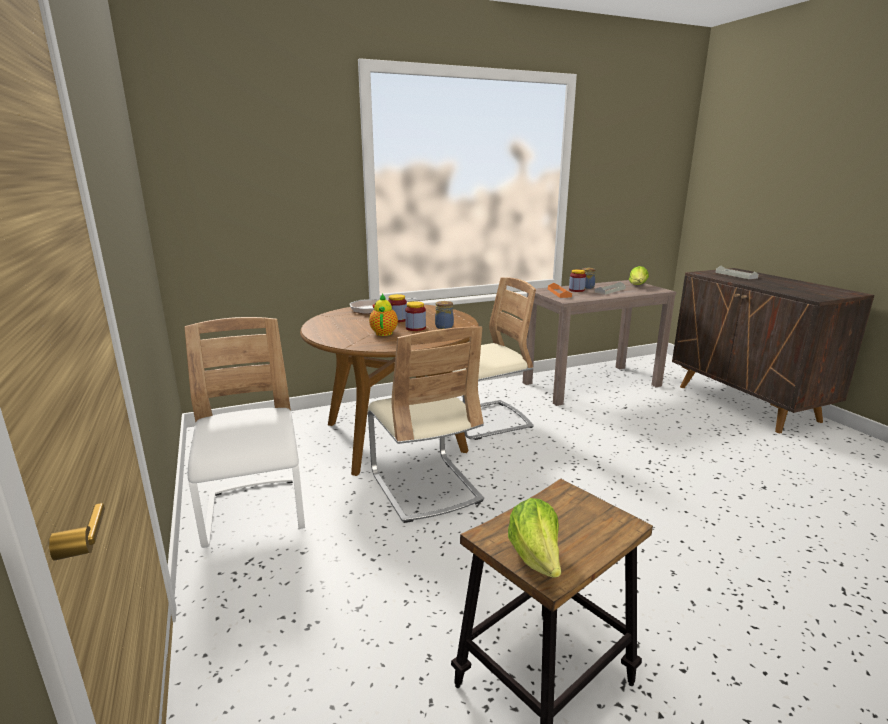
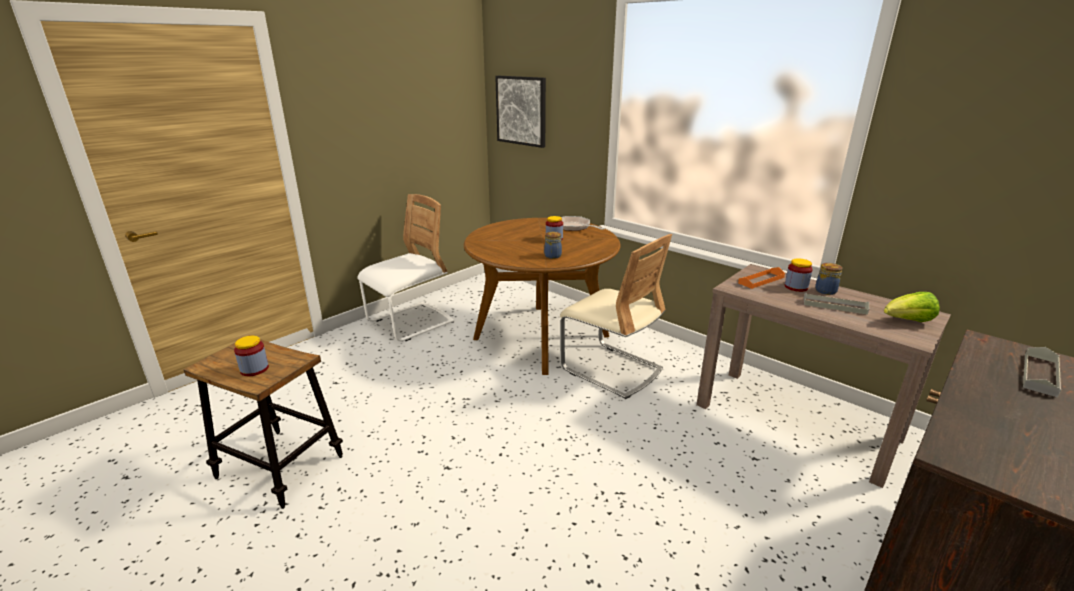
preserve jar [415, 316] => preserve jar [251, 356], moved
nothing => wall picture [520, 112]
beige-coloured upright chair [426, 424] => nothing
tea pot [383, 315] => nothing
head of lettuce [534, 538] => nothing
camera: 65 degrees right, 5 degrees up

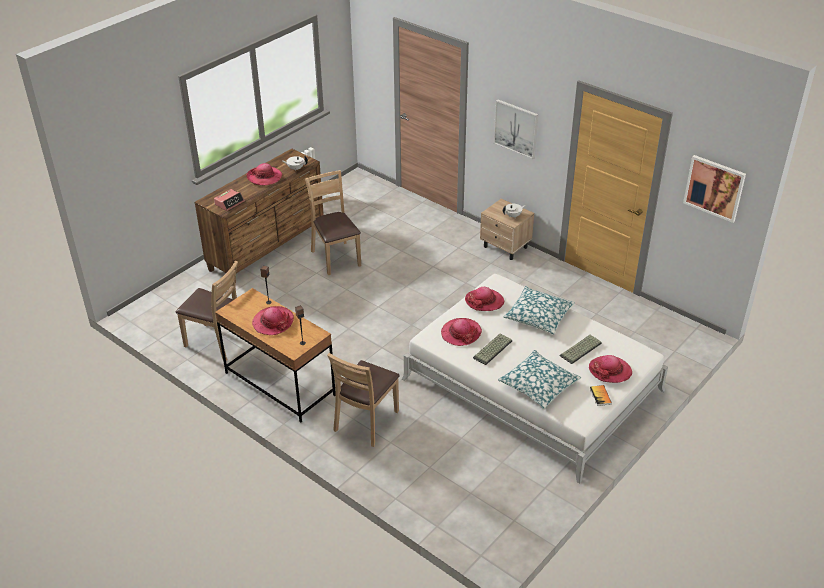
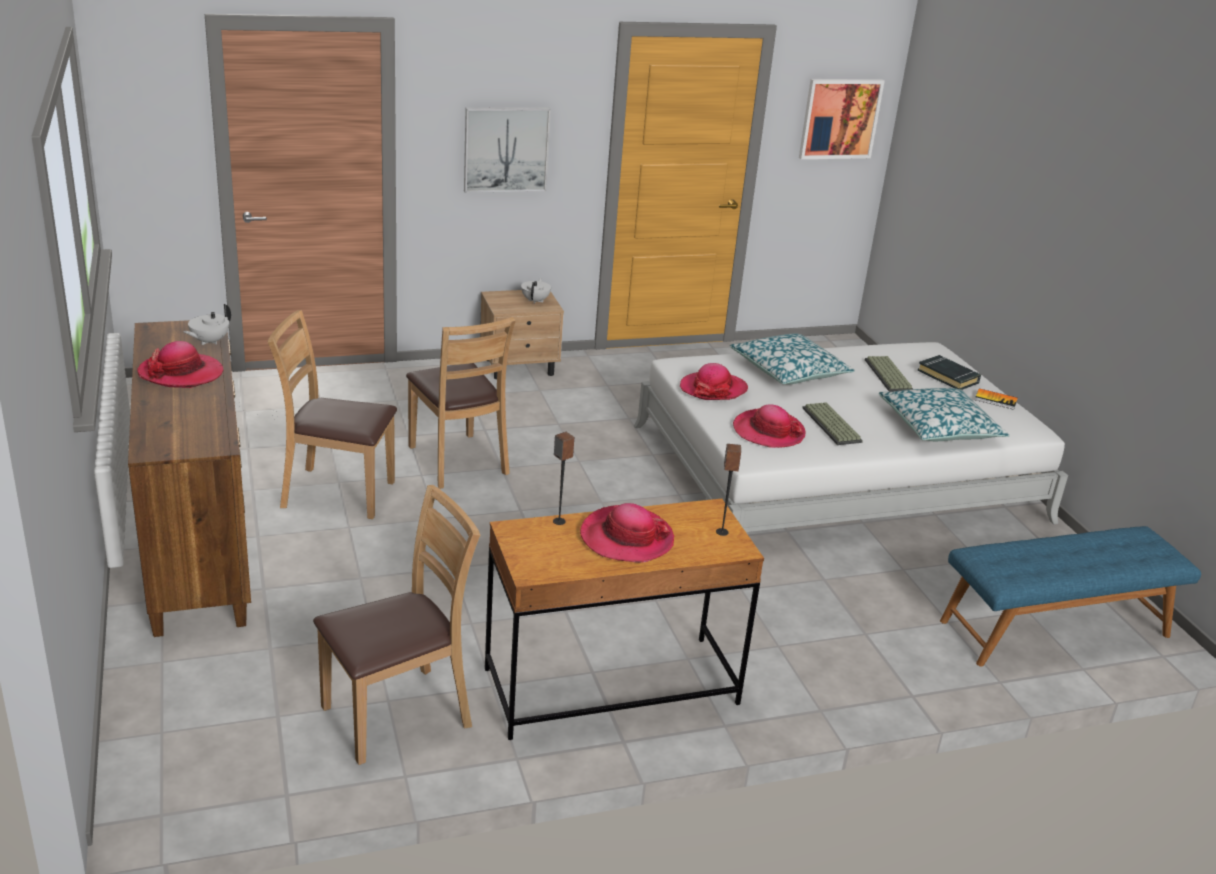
brown upright chair [363, 400] => brown upright chair [461, 403], moved
hat [610, 369] => black book [949, 372]
nothing => bluish indoor bench [1070, 596]
bedside clock [229, 200] => nothing
camera: 60 degrees left, 10 degrees down

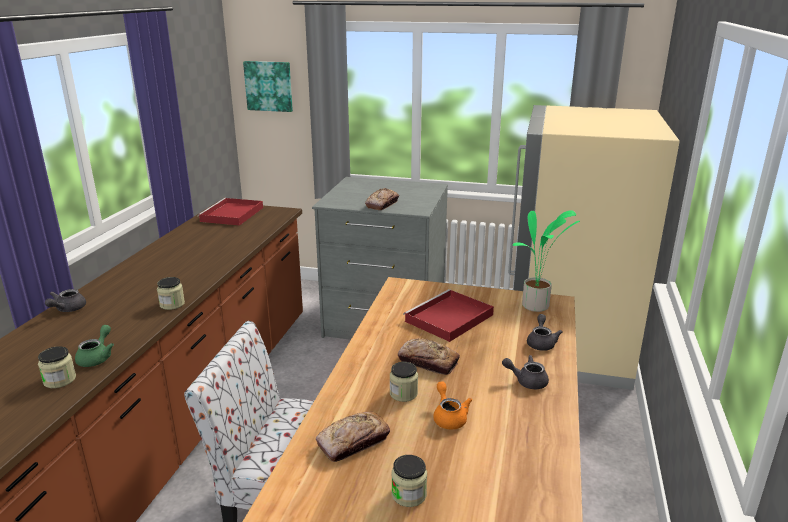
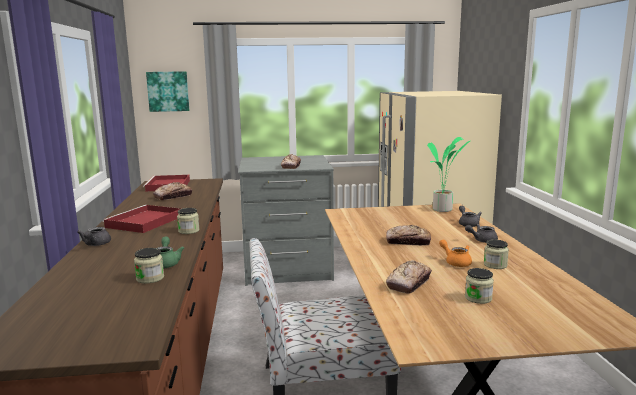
red serving tray [448, 315] => red serving tray [141, 219], moved
nothing => bakery bread [172, 191]
preserve jar [404, 382] => preserve jar [496, 254], moved
camera: 20 degrees left, 10 degrees down

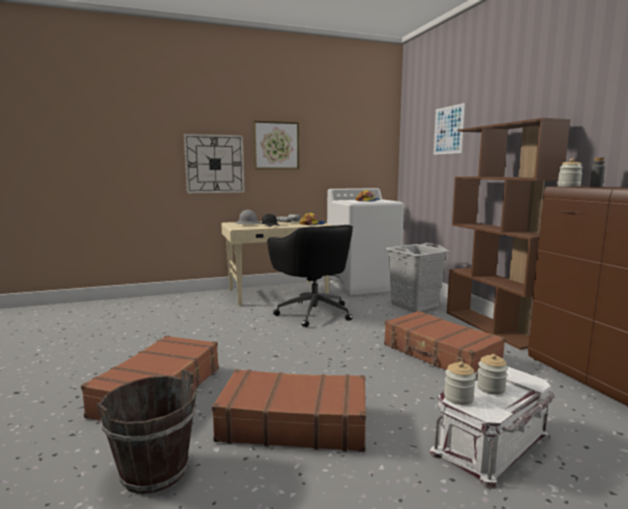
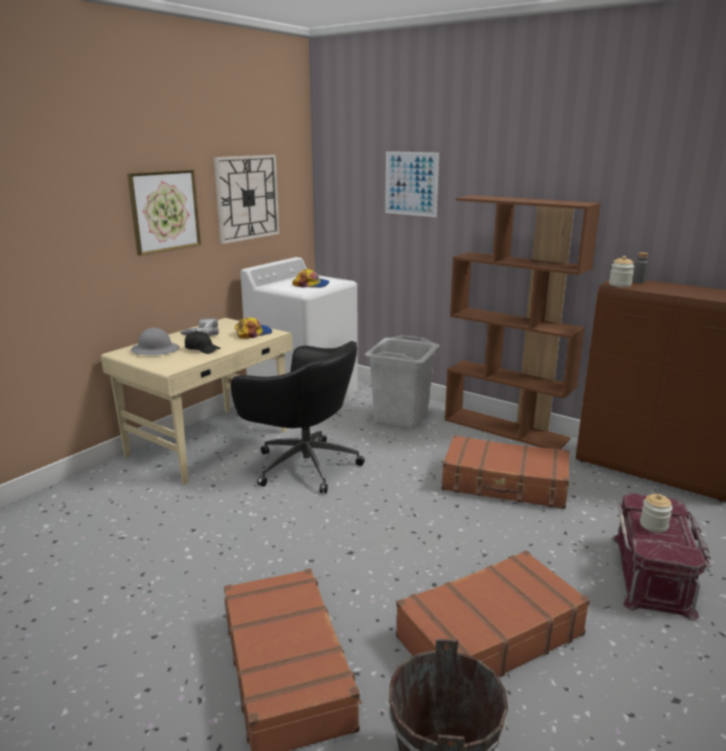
wall clock [214, 163] => wall clock [246, 199], moved
white-coloured storage container [492, 427] => red storage container [662, 557]
preserve jar [460, 383] => nothing
camera: 35 degrees left, 10 degrees up

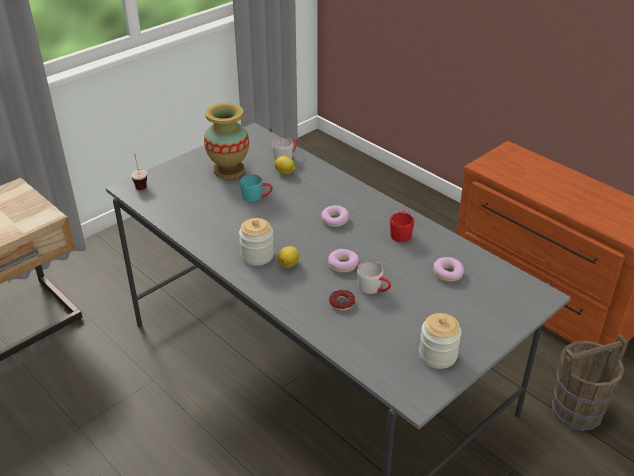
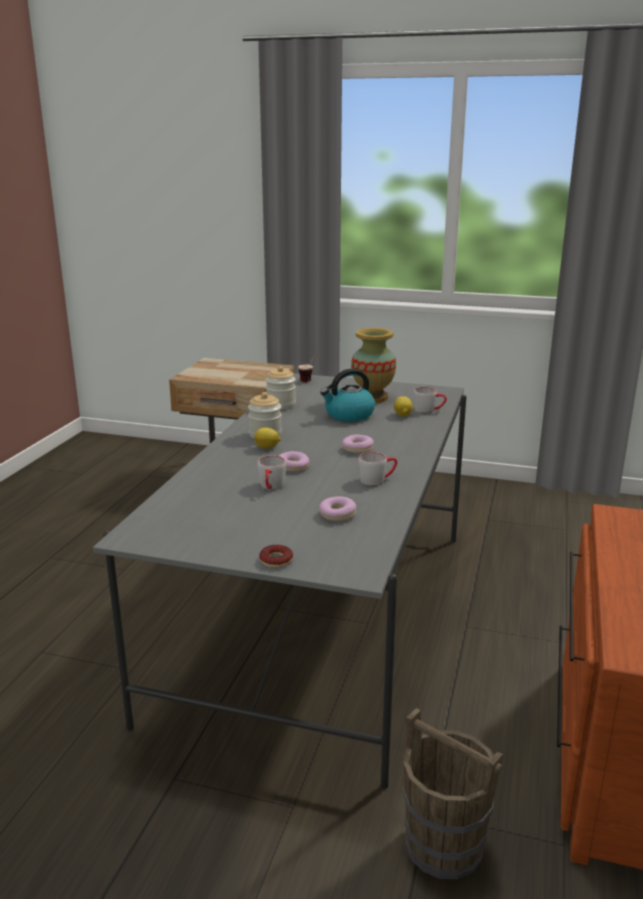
doughnut [342, 300] => doughnut [276, 556], moved
preserve jar [440, 341] => preserve jar [280, 388], moved
blue-green mug [256, 188] => water kettle [347, 395]
red mug [402, 226] => greyish mug [377, 469]
camera: 60 degrees right, 15 degrees down

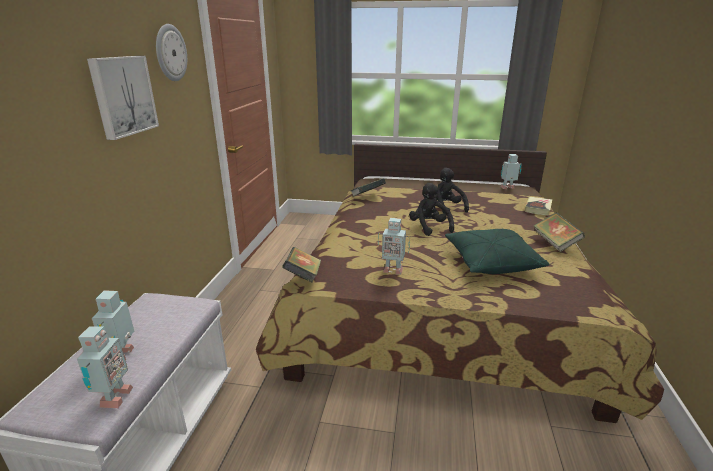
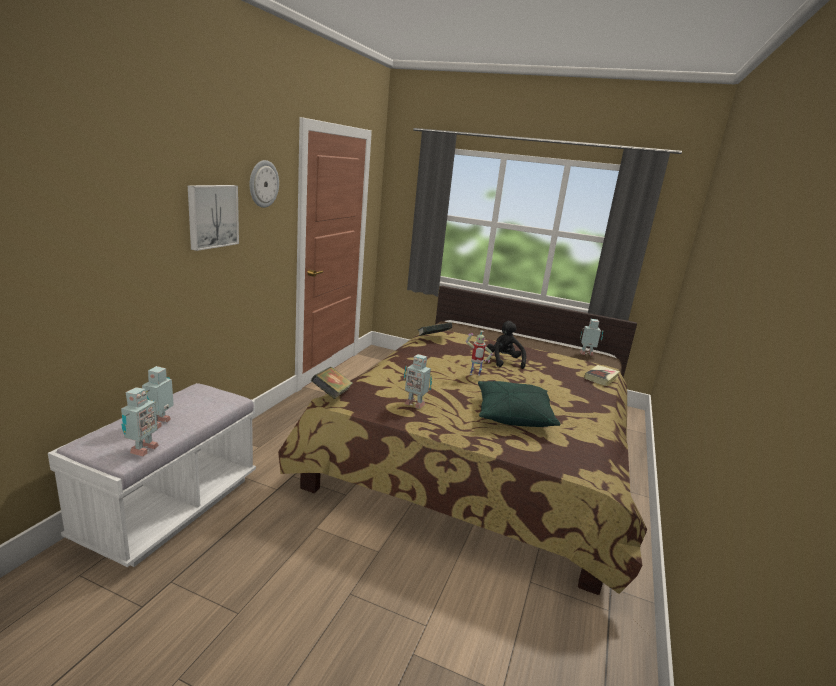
black plush toy [431, 209] => toy robot [479, 353]
book [559, 232] => nothing
camera: 10 degrees right, 5 degrees down

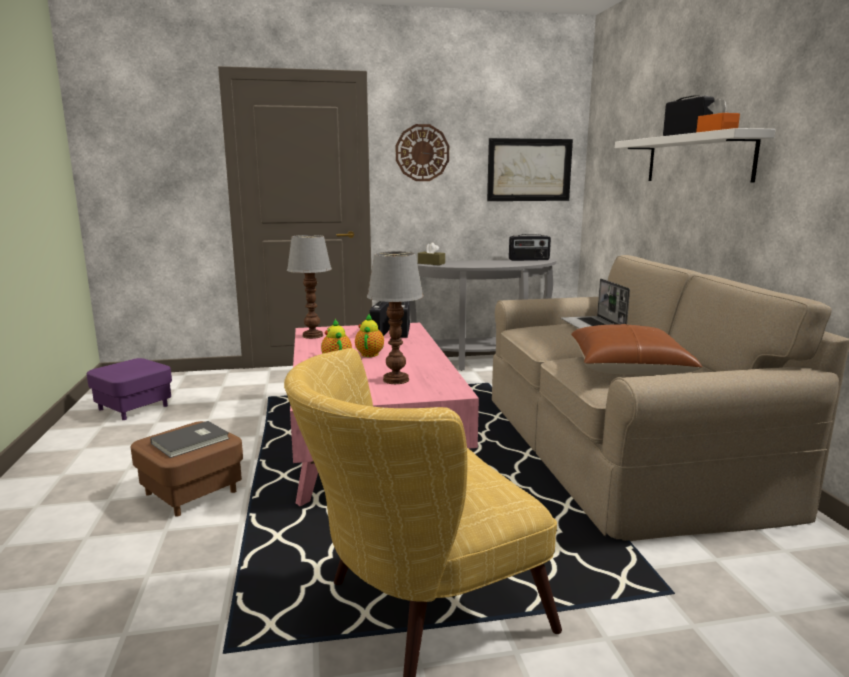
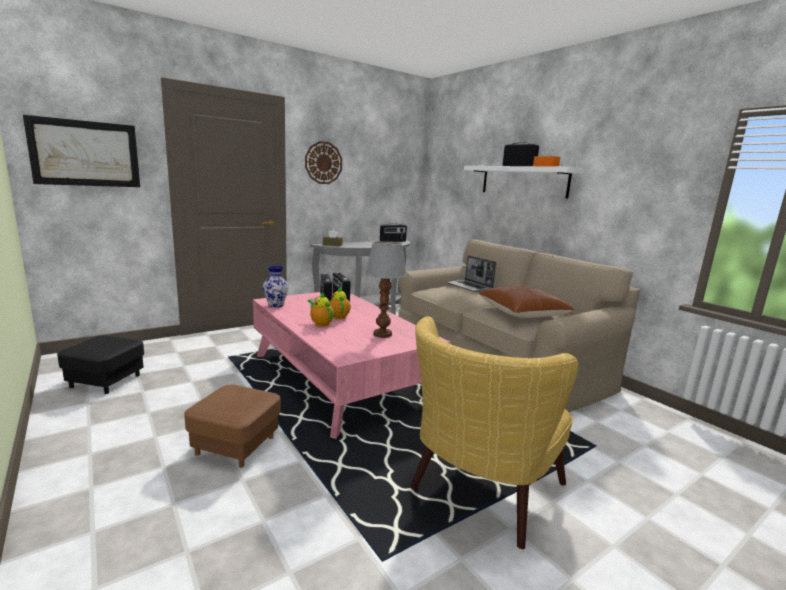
wall picture [530, 169] => wall picture [81, 151], moved
purplish pouffe [129, 389] => black pouffe [100, 365]
table lamp [309, 287] => decorative vase [276, 286]
greyish book [190, 439] => nothing
camera: 25 degrees left, 0 degrees up

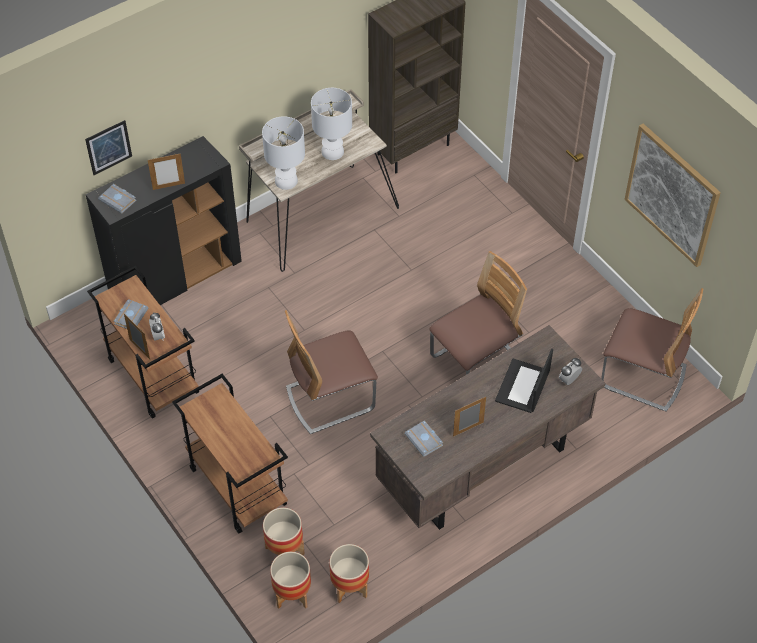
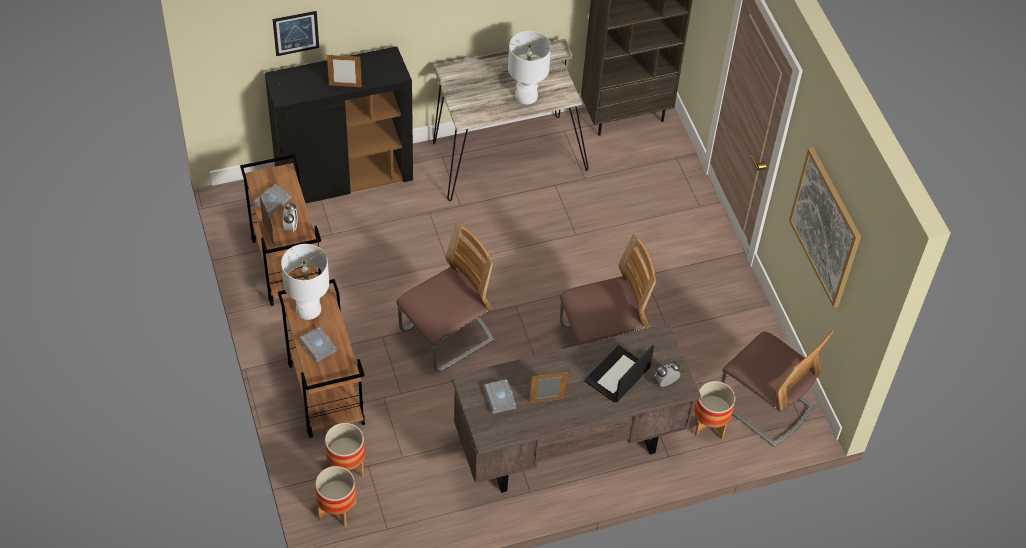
white-coloured table lamp [283, 153] => white-coloured table lamp [305, 282], moved
greyish book [118, 199] => greyish book [318, 344], moved
upright chair [331, 372] => upright chair [445, 297], 150 degrees clockwise
flower pot [349, 573] => flower pot [715, 410], moved
camera: 15 degrees right, 0 degrees up

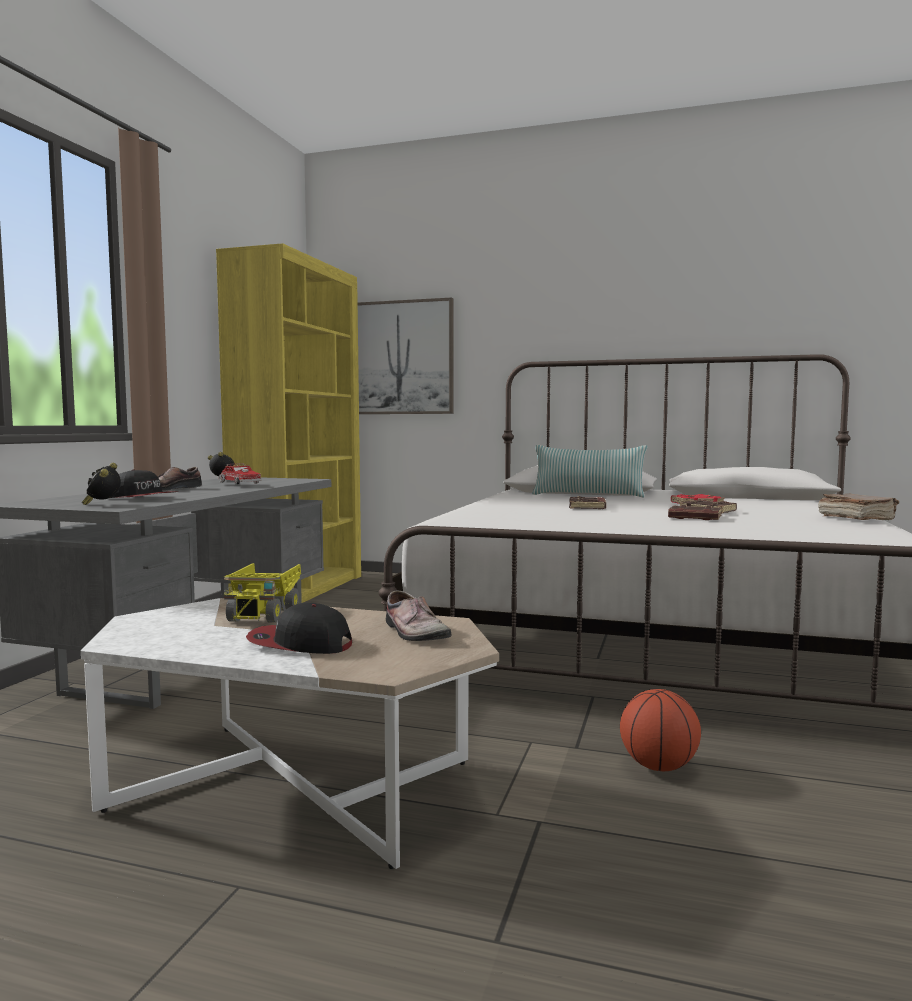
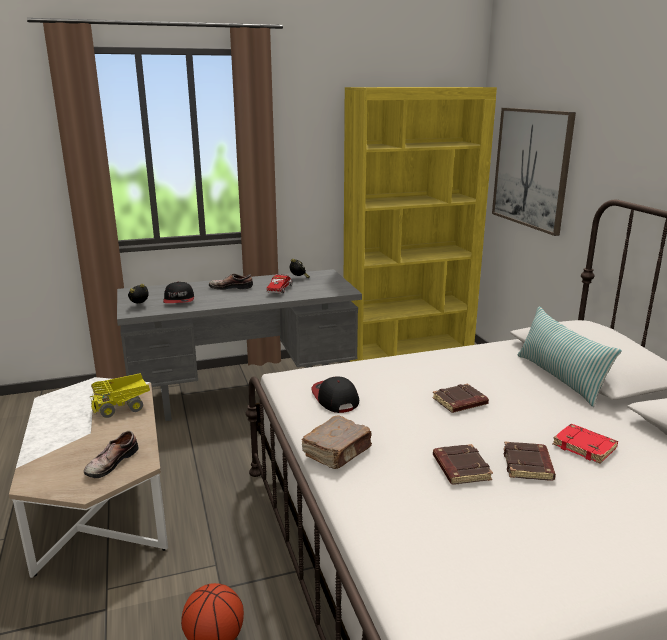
brown book [858, 507] => brown book [336, 442], moved
cap [299, 628] => cap [335, 394], moved
camera: 55 degrees right, 15 degrees up

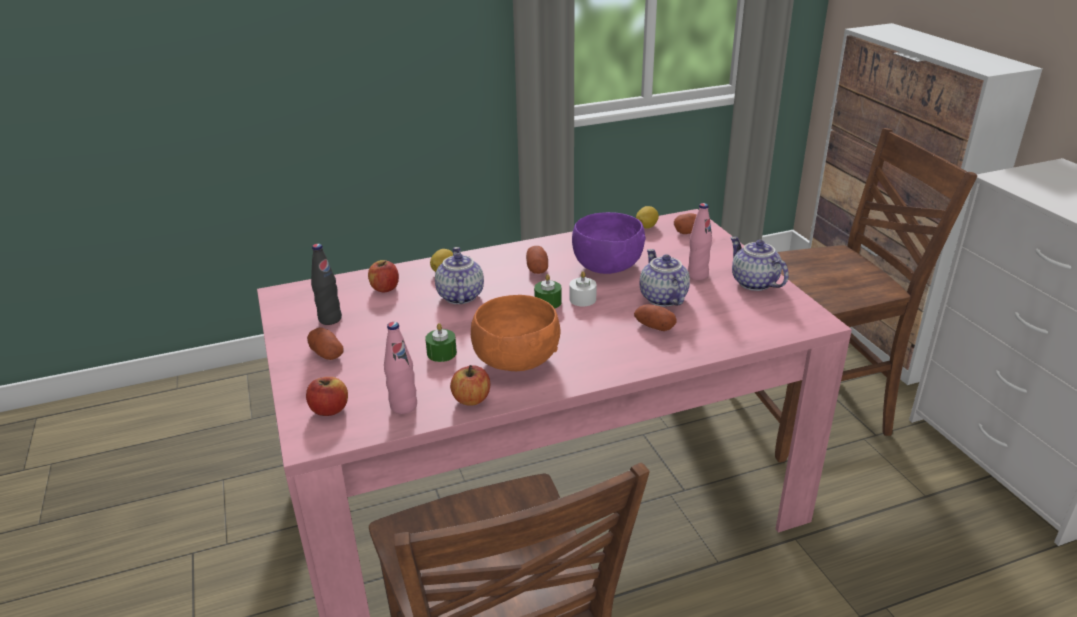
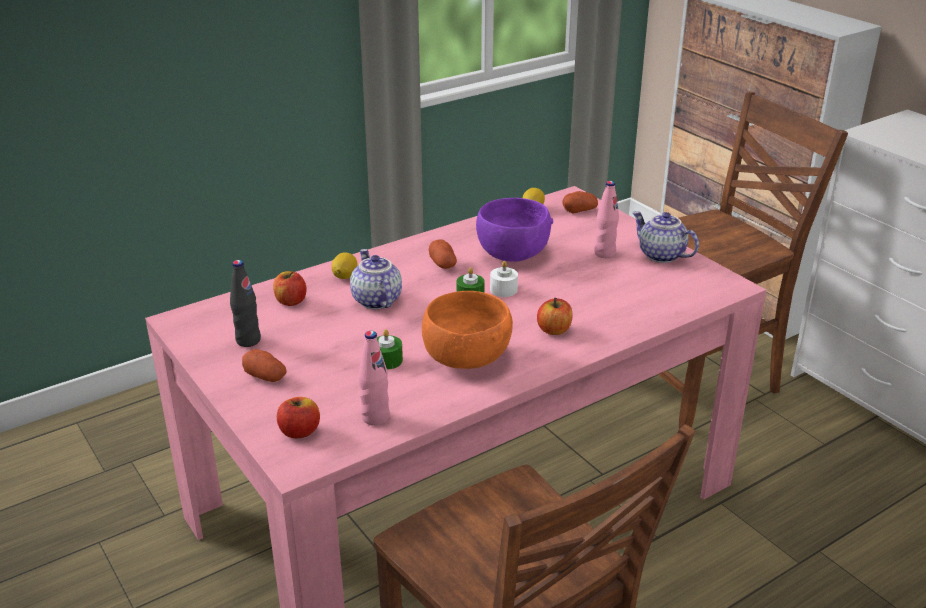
apple fruit [470, 385] => apple fruit [555, 316], moved
potato [655, 318] => nothing
tea pot [665, 278] => nothing
camera: 15 degrees left, 0 degrees up

